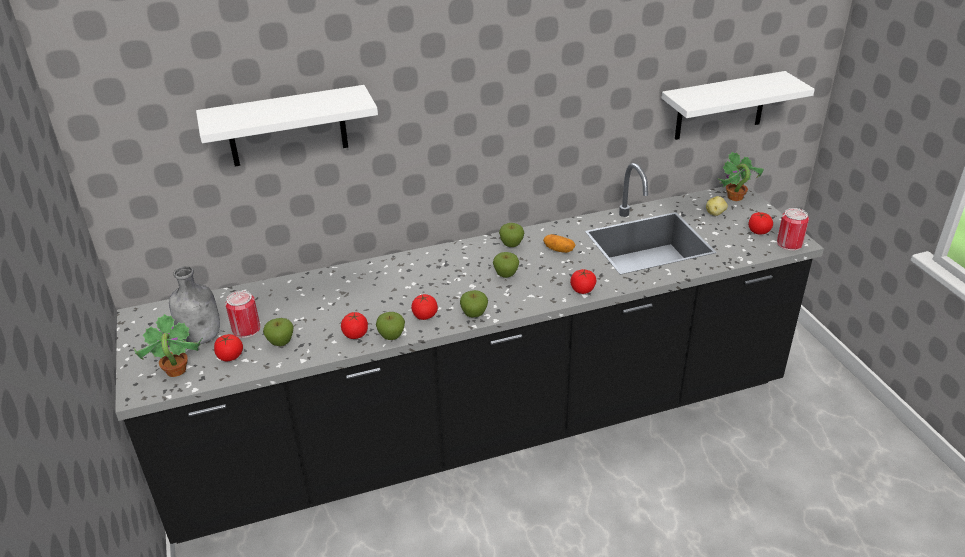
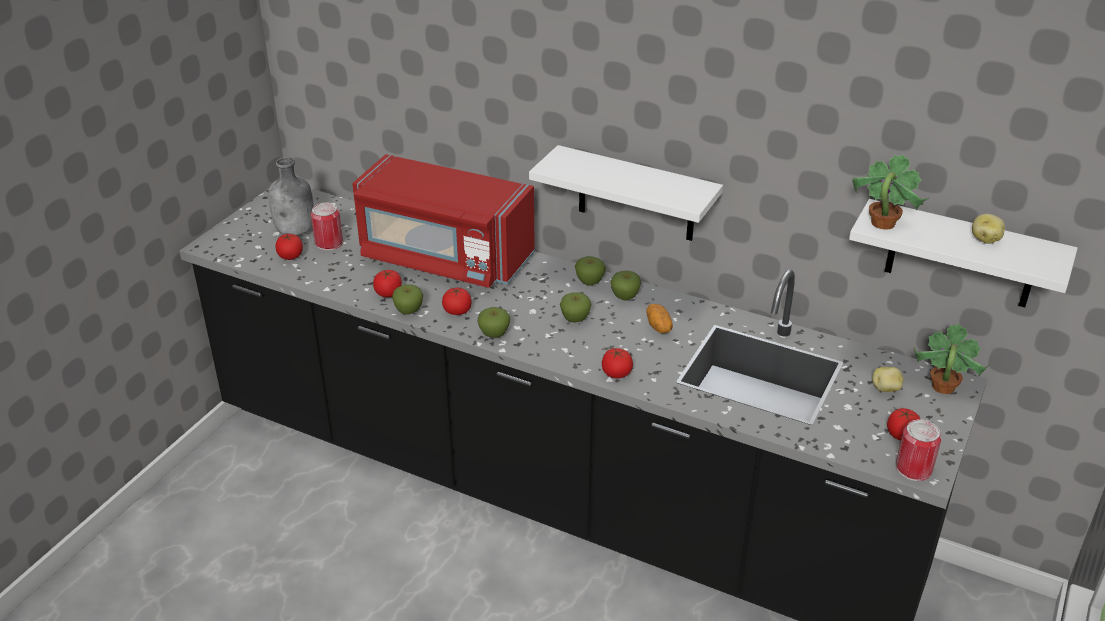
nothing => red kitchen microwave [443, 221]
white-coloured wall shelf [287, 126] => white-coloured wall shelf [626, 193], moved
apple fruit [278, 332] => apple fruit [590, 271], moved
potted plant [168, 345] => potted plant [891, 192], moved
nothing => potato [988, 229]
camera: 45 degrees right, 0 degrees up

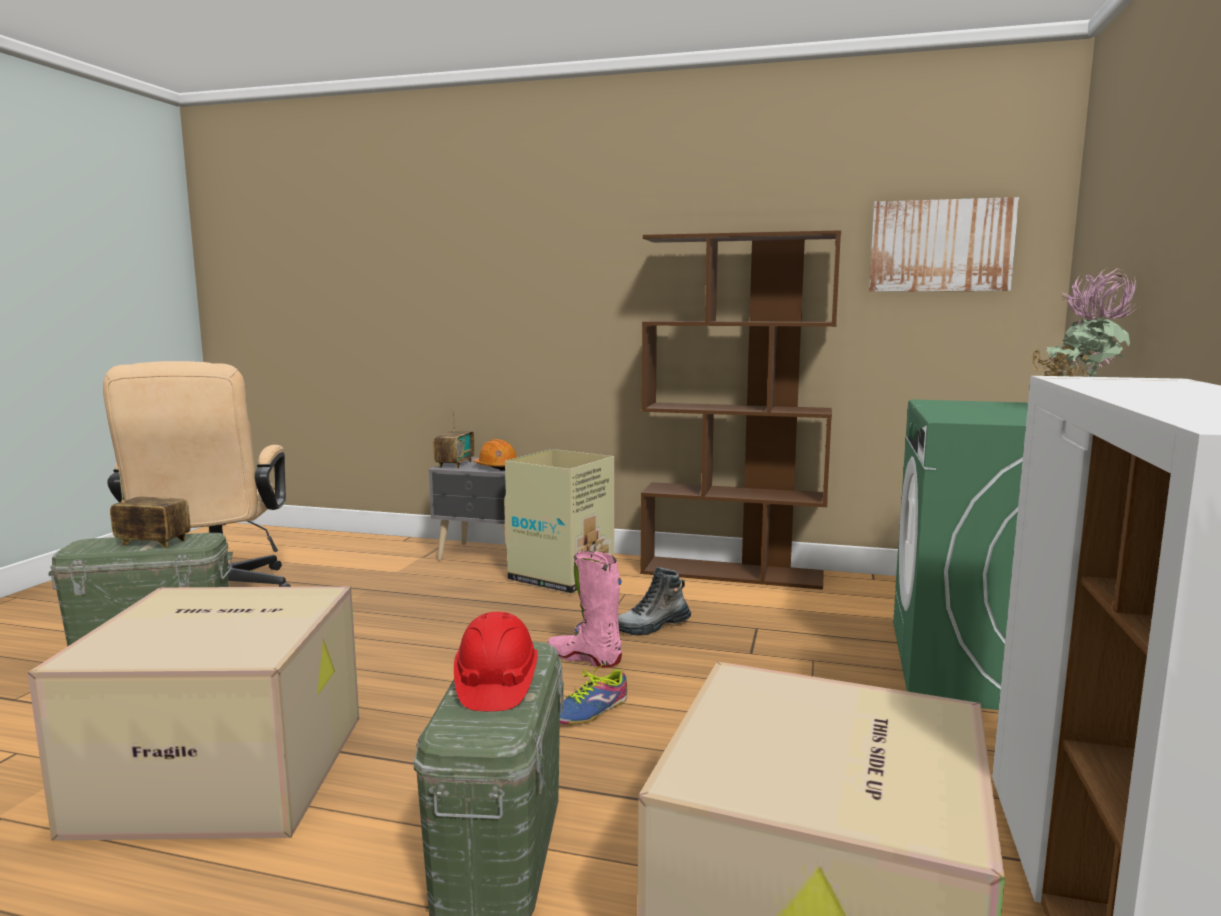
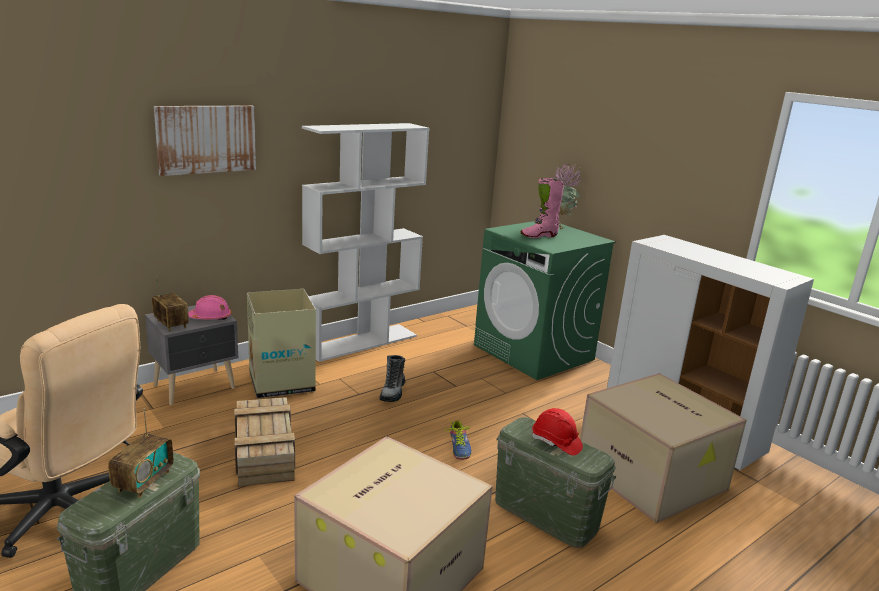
radio [150, 507] => radio [141, 453], 150 degrees clockwise
wall picture [944, 244] => wall picture [205, 141], moved
orangey work helmet [495, 455] => pink work helmet [209, 307]
nothing => packing crate [265, 441]
brown bookshelf [740, 410] => white-coloured bookshelf [365, 242]
pink boot [585, 609] => pink boot [542, 208], moved
camera: 55 degrees left, 10 degrees up

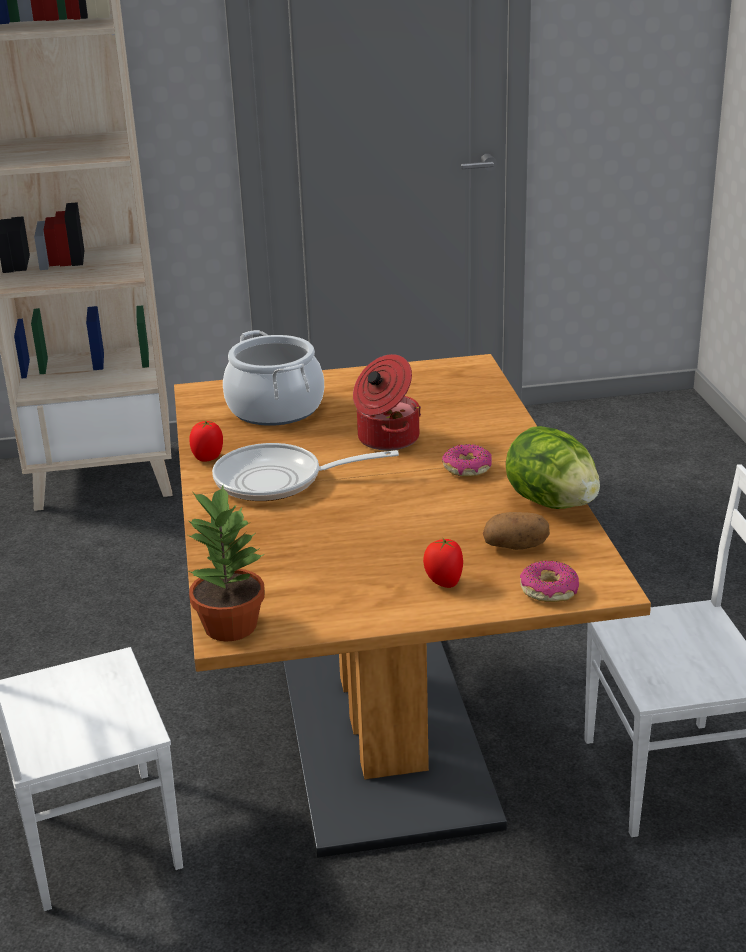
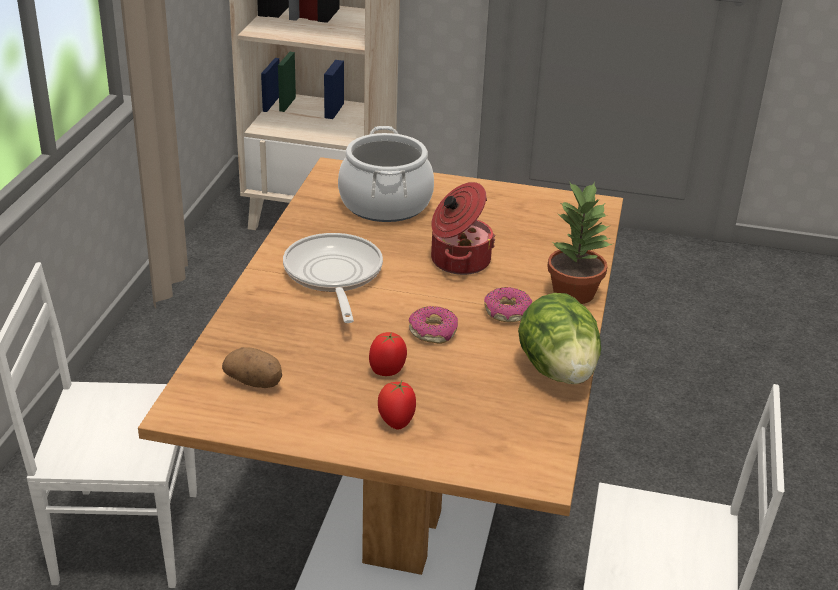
potato [516, 531] => potato [252, 367], moved
skillet [305, 472] => skillet [333, 278], 60 degrees clockwise
tomato [206, 441] => tomato [388, 354], moved
doughnut [549, 581] => doughnut [433, 325], moved
potted plant [226, 563] => potted plant [579, 242], moved
camera: 20 degrees right, 5 degrees up

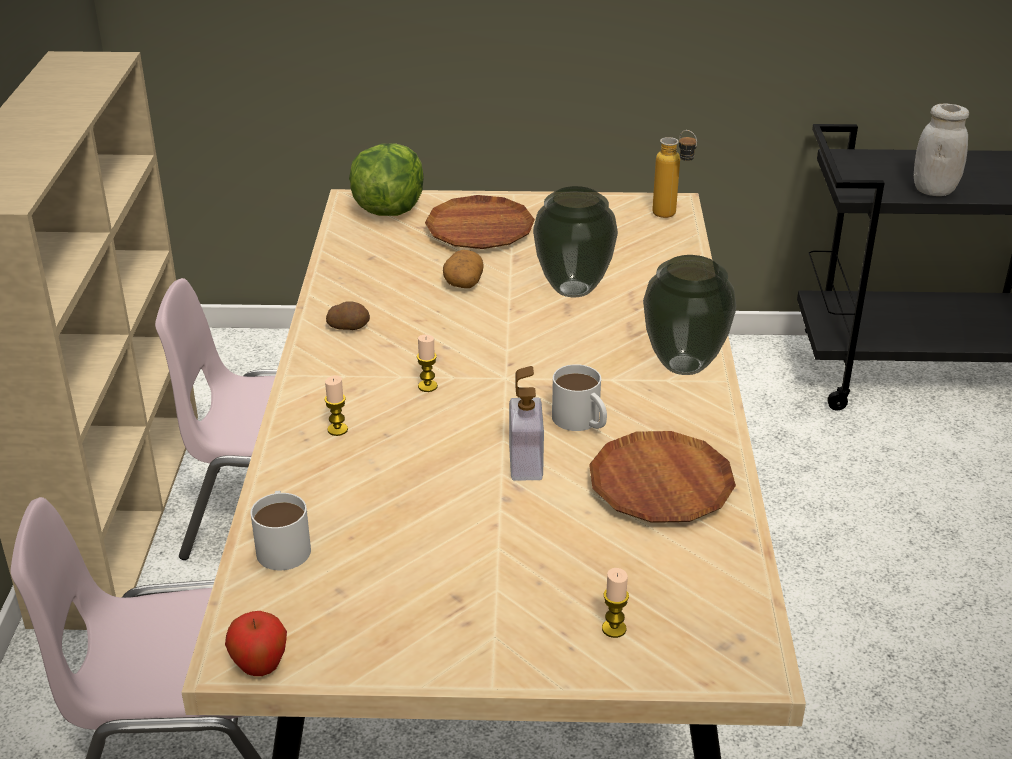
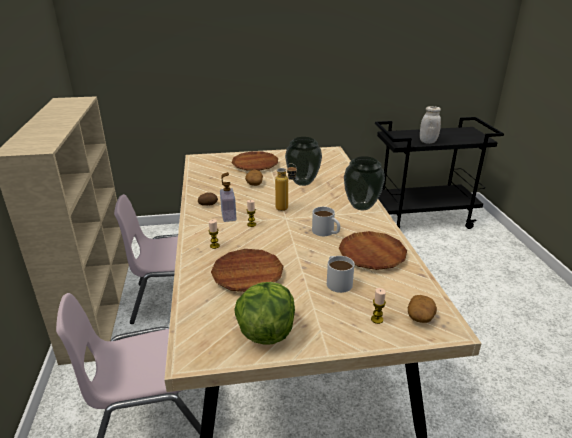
nothing => brown flat dish [247, 270]
soap bottle [526, 423] => soap bottle [228, 197], moved
head of lettuce [386, 179] => head of lettuce [264, 313], moved
beverage bottle [674, 174] => beverage bottle [286, 187], moved
white-coloured mug [281, 530] => white-coloured mug [340, 274], moved
nothing => potato [422, 309]
apple fruit [256, 643] => nothing
camera: 10 degrees left, 5 degrees down

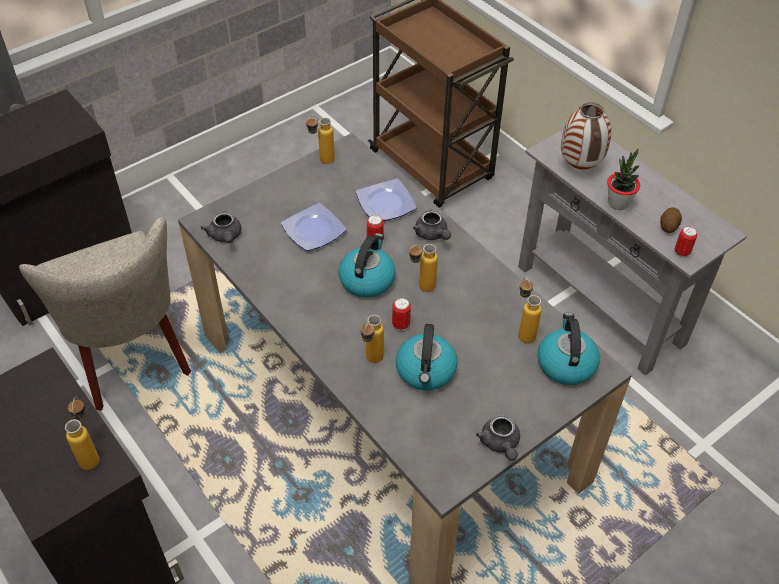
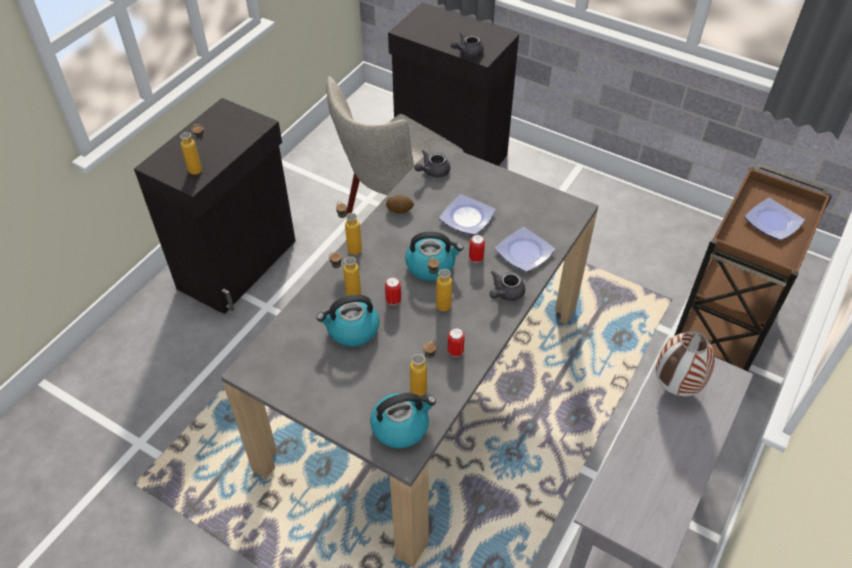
beverage bottle [320, 140] => beverage bottle [349, 228], moved
potato [671, 220] => potato [400, 204], moved
metal can [686, 241] => metal can [456, 342], moved
greyish tea pot [498, 438] => greyish tea pot [467, 44], moved
nothing => flat dish [774, 219]
potted plant [623, 179] => nothing
camera: 70 degrees right, 0 degrees up

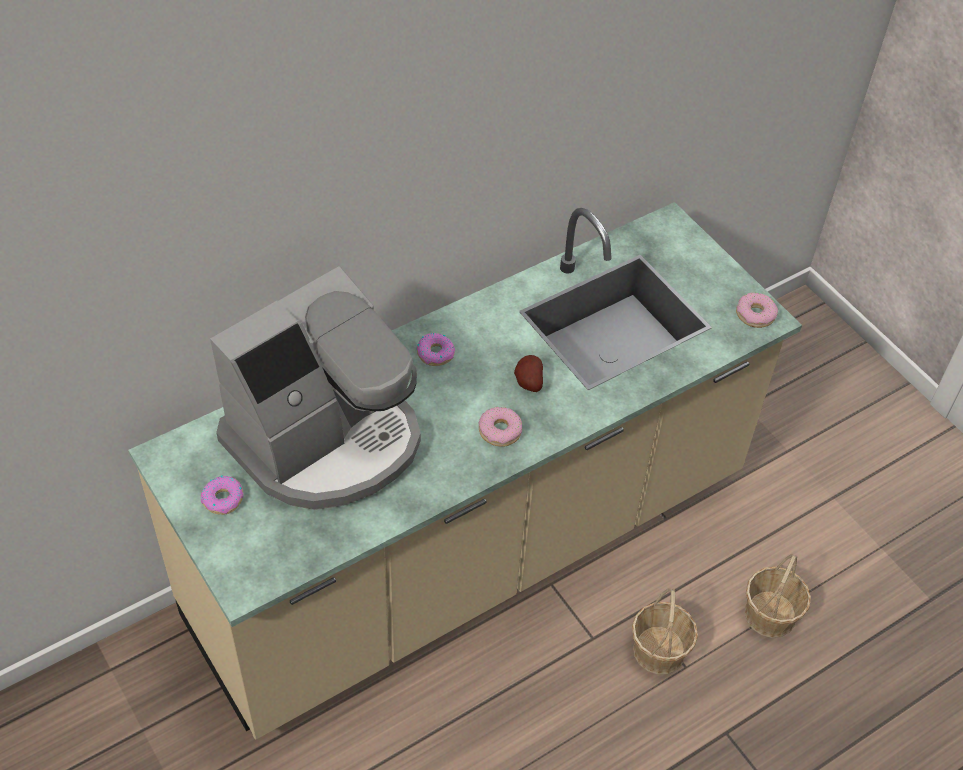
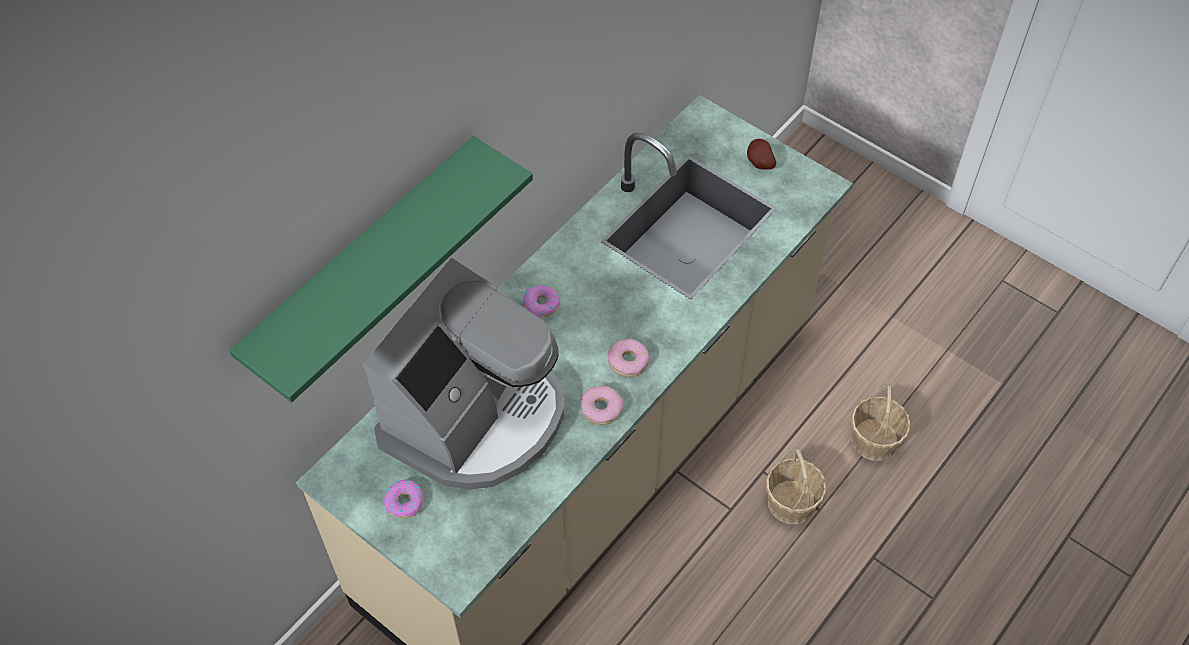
nothing => green-coloured wall shelf [381, 269]
doughnut [757, 310] => doughnut [602, 405], moved
potato [528, 373] => potato [761, 154], moved
camera: 15 degrees left, 5 degrees up

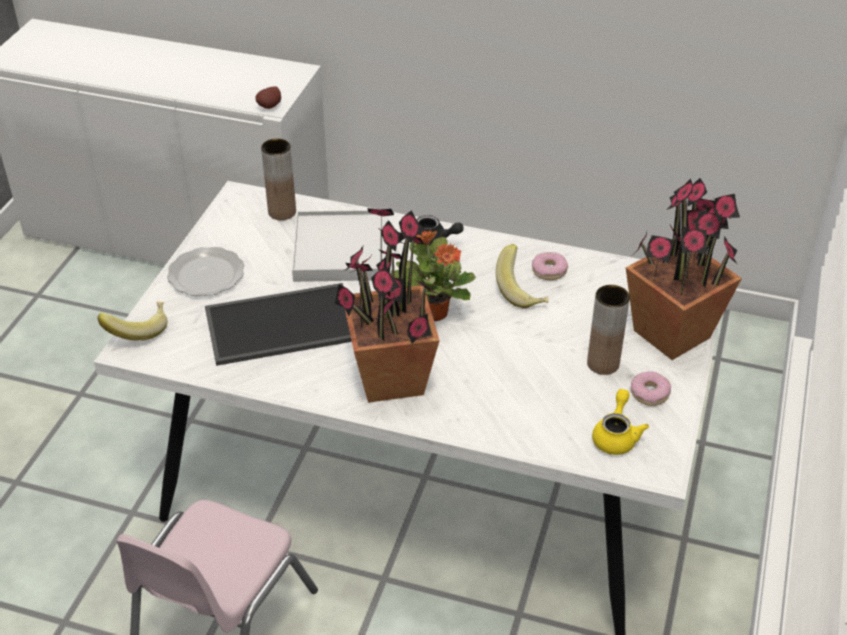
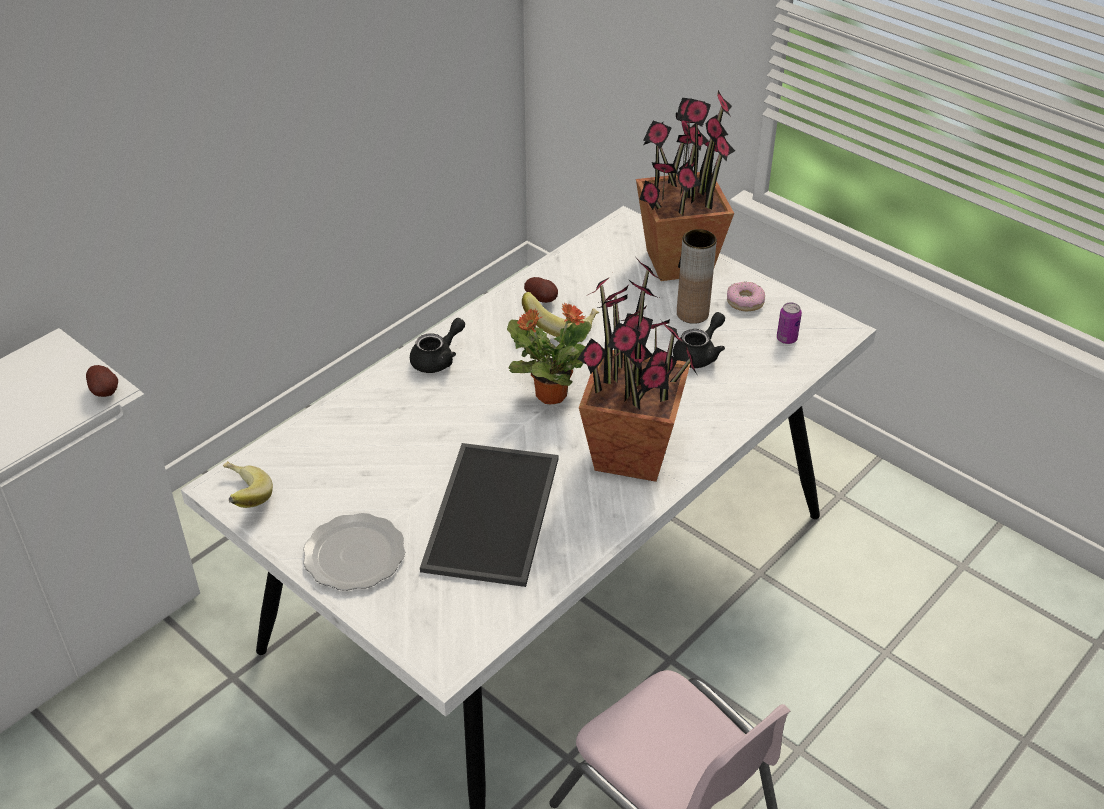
banana fruit [132, 321] => banana fruit [248, 484], moved
doughnut [550, 266] => potato [541, 290]
nothing => black tea pot [699, 340]
yellow-coloured tea pot [620, 422] => metal can [789, 323]
brown decorative vase [278, 179] => nothing
white-coloured serving tray [340, 246] => nothing
camera: 65 degrees left, 0 degrees up

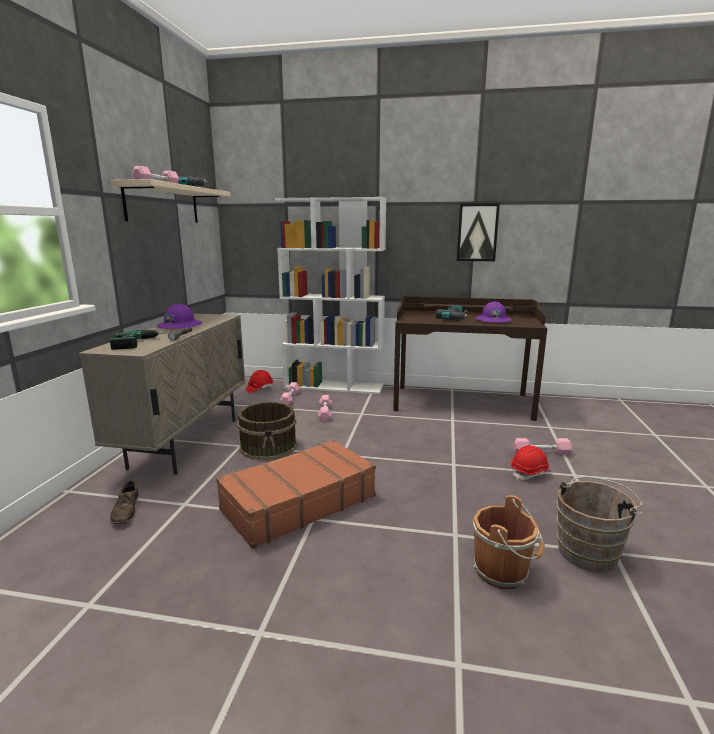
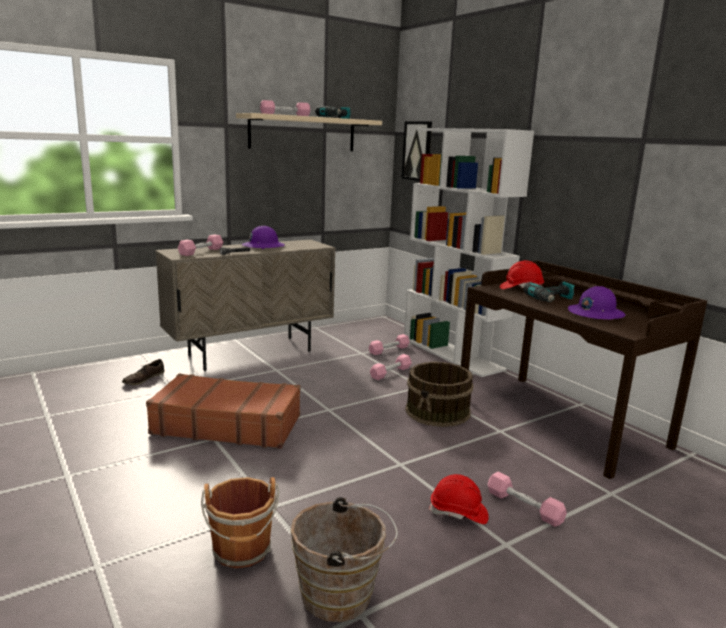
electric drill [137, 340] => pink dumbbell [200, 245]
wall picture [478, 232] => wall picture [416, 151], moved
brown bucket [267, 431] => brown bucket [439, 394], moved
red work helmet [259, 381] => red work helmet [522, 274], moved
camera: 45 degrees right, 0 degrees up

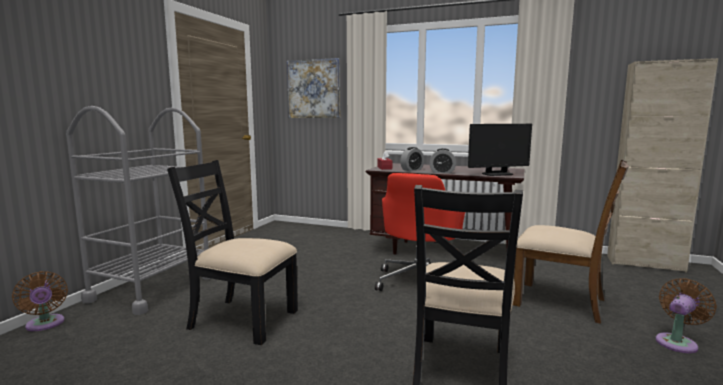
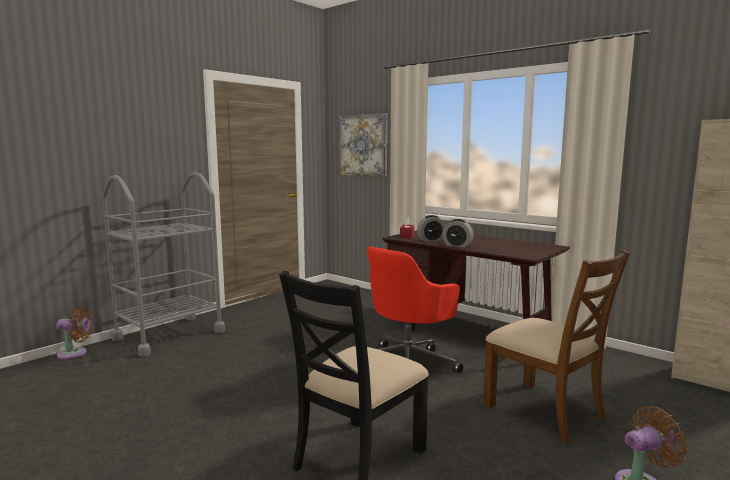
brown cooling fan [40, 301] => brown cooling fan [74, 333], 75 degrees counterclockwise
black upright chair [232, 252] => nothing
computer display [500, 150] => nothing
camera: 20 degrees right, 0 degrees up

